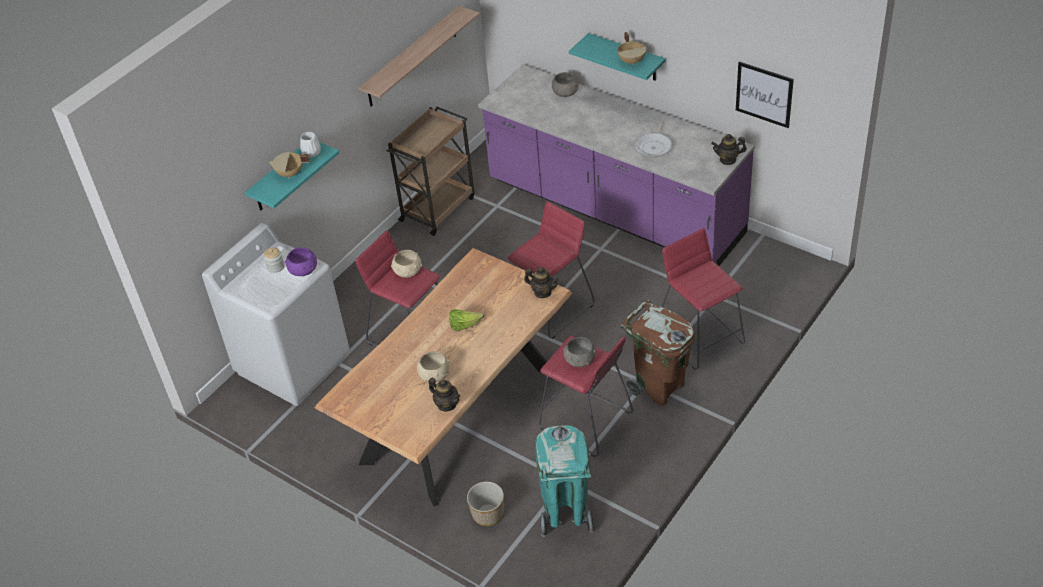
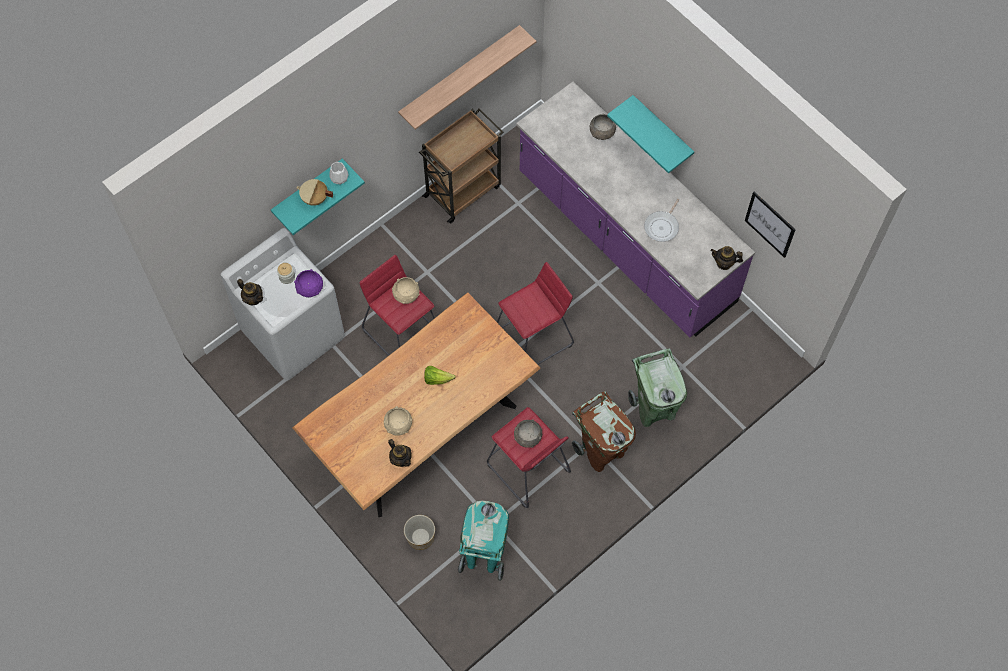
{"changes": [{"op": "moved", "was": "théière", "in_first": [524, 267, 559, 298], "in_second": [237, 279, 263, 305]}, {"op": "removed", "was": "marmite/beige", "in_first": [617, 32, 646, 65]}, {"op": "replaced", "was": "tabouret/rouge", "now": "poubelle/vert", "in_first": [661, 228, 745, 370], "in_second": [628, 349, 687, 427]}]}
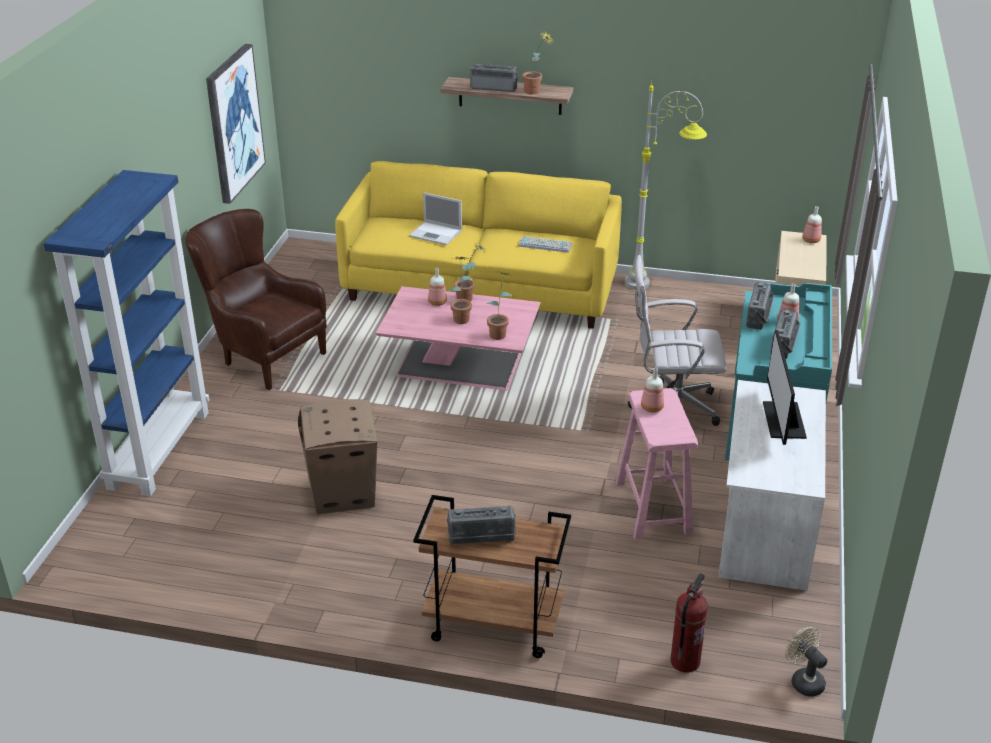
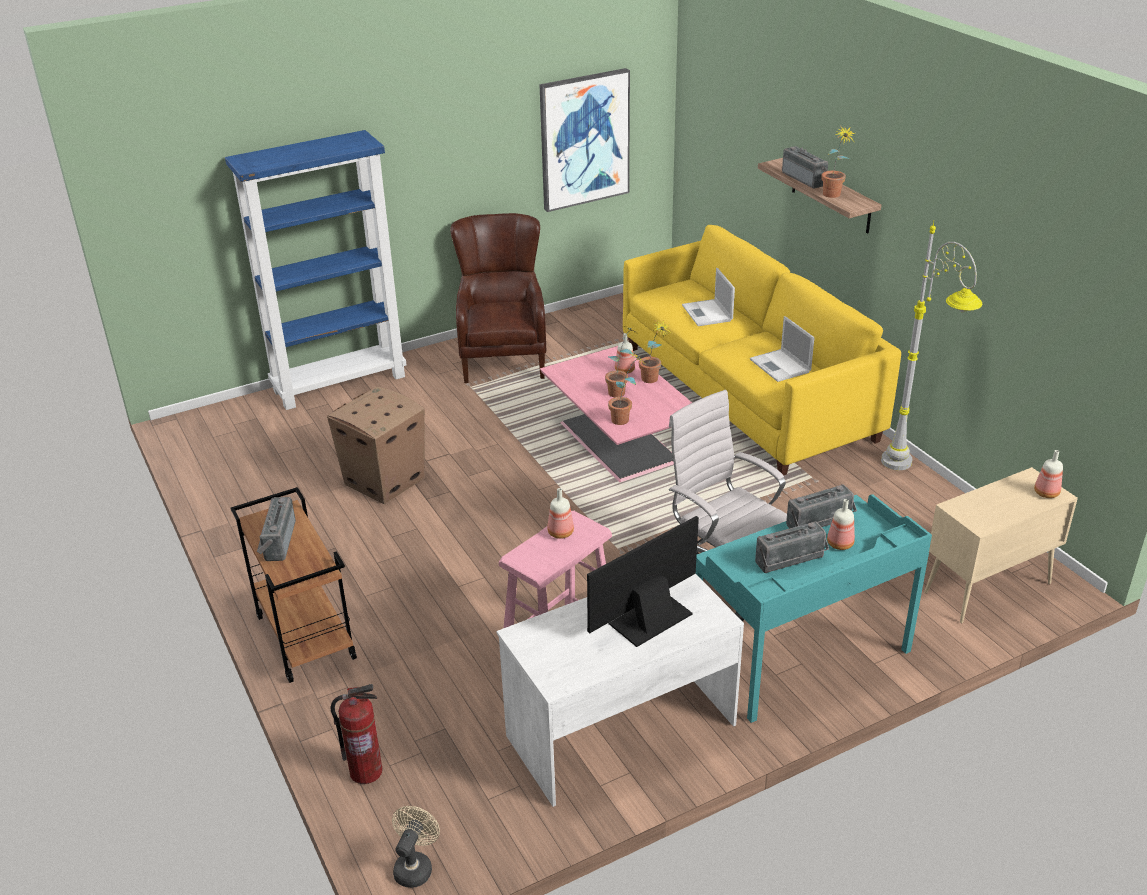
{"changes": [{"op": "turned", "was": "radio", "in_first": [447, 505, 516, 545], "in_second": [257, 497, 296, 561], "clockwise": 45}, {"op": "replaced", "was": "clavier", "now": "ordinateur portable", "in_first": [518, 236, 572, 253], "in_second": [750, 316, 815, 382]}]}
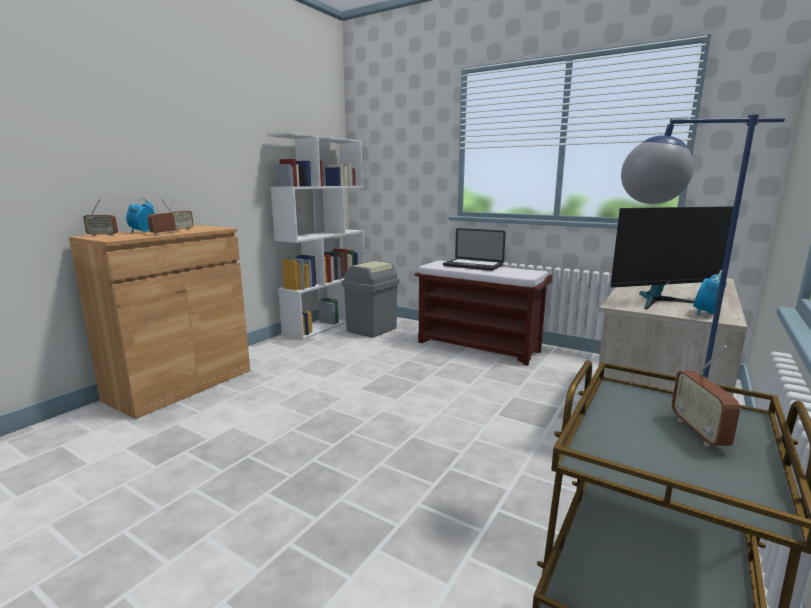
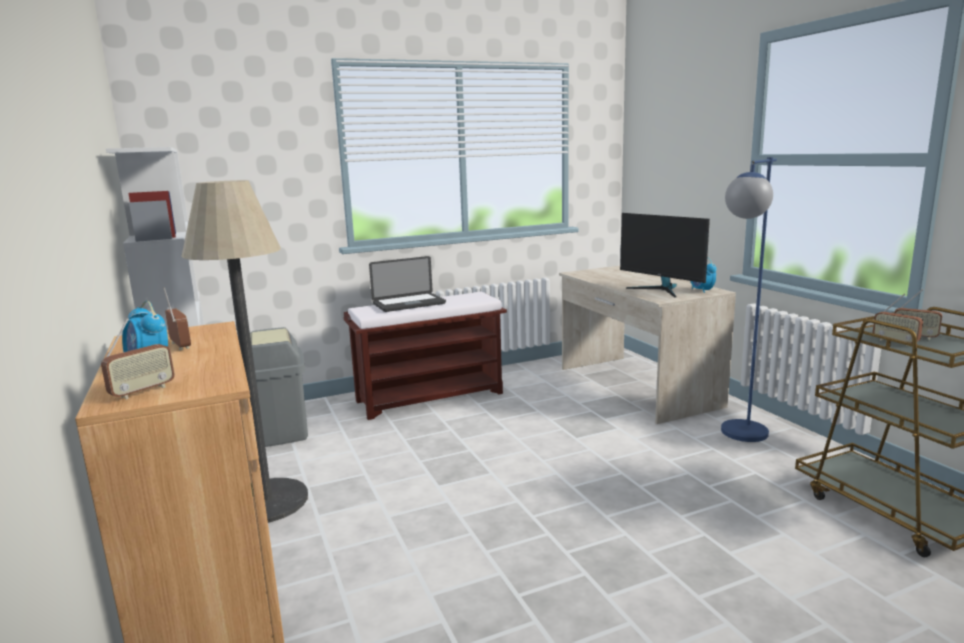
{"changes": [{"op": "moved", "was": "radio", "in_first": [148, 198, 176, 235], "in_second": [873, 293, 923, 346]}, {"op": "turned", "was": "écran d'ordinateur", "in_first": [610, 206, 734, 310], "in_second": [620, 213, 710, 298], "clockwise": 120}, {"op": "added", "now": "lampadaire", "in_second": [181, 180, 308, 523]}]}
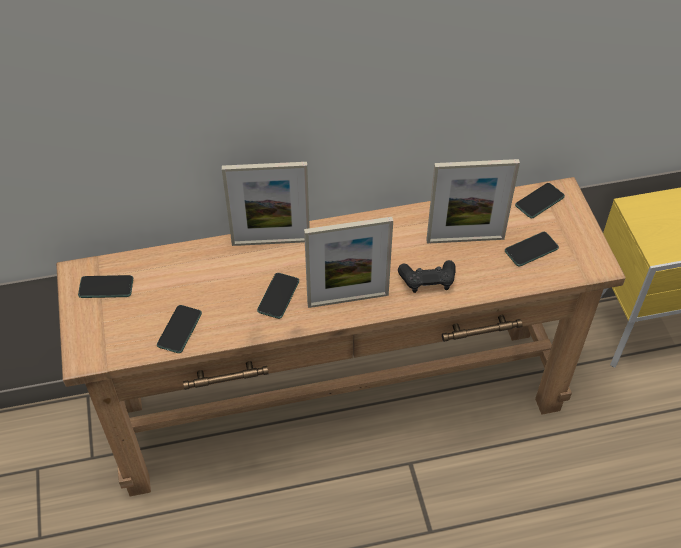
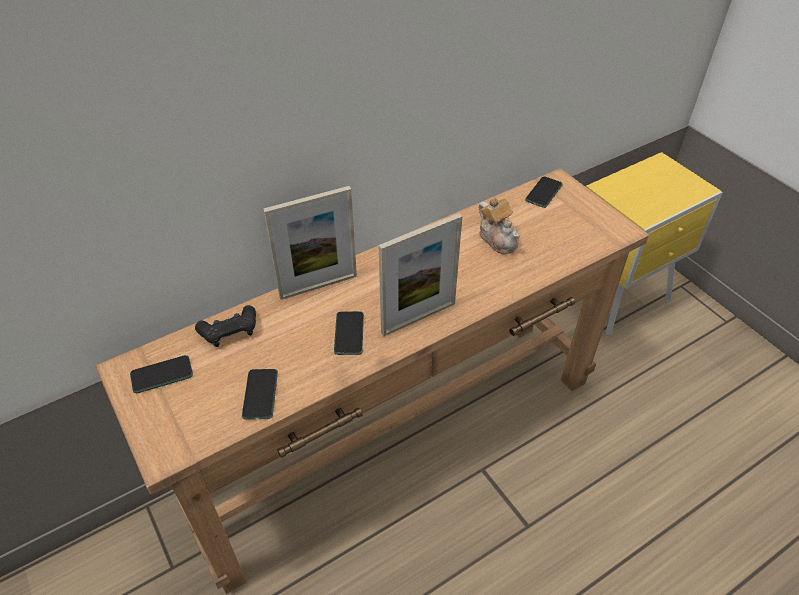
{"changes": [{"op": "moved", "was": "manette/noir", "in_first": [398, 260, 456, 293], "in_second": [195, 305, 256, 347]}, {"op": "replaced", "was": "cadre photo", "now": "théière", "in_first": [426, 159, 520, 243], "in_second": [479, 197, 521, 254]}, {"op": "removed", "was": "téléphone", "in_first": [505, 232, 559, 267]}]}
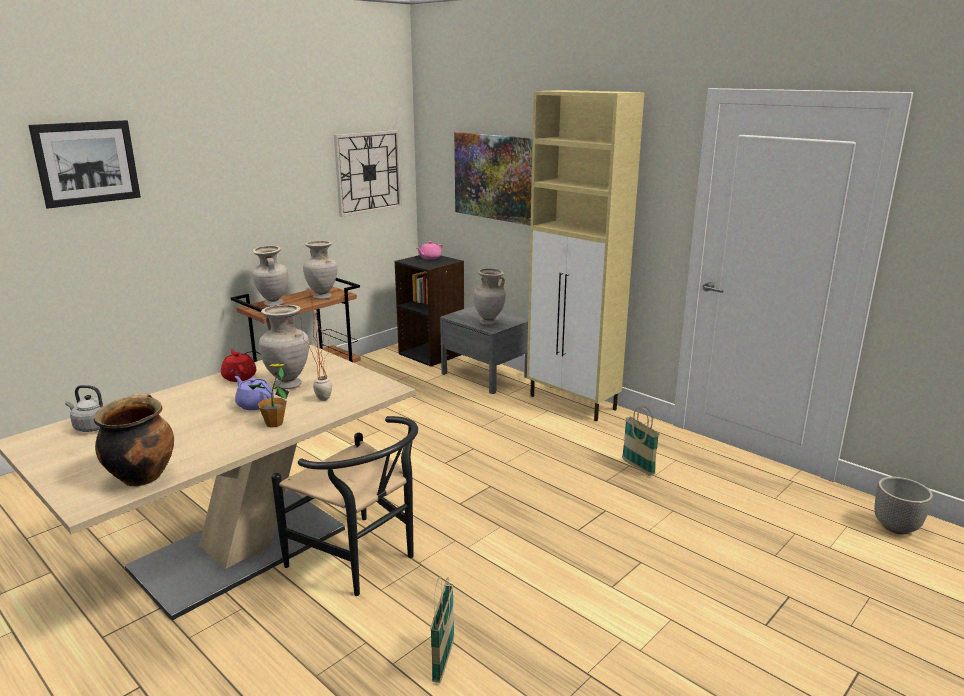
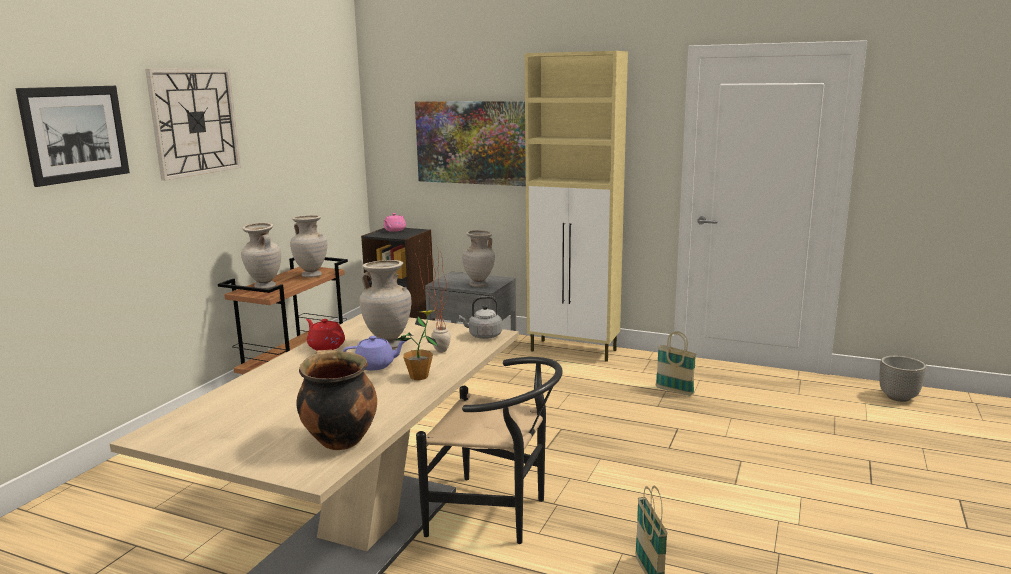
{"changes": [{"op": "moved", "was": "bouilloire/gris", "in_first": [65, 385, 108, 432], "in_second": [459, 296, 502, 339]}, {"op": "turned", "was": "théière/violet", "in_first": [235, 376, 274, 410], "in_second": [343, 336, 406, 371], "clockwise": 150}, {"op": "moved", "was": "horloge murale", "in_first": [334, 130, 402, 217], "in_second": [145, 69, 241, 181]}]}
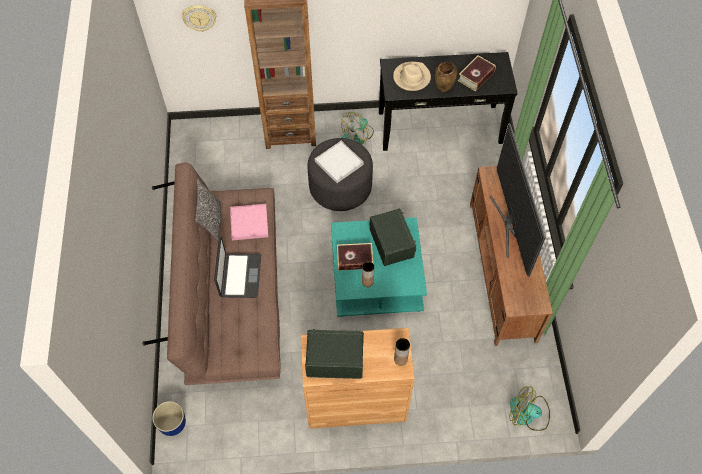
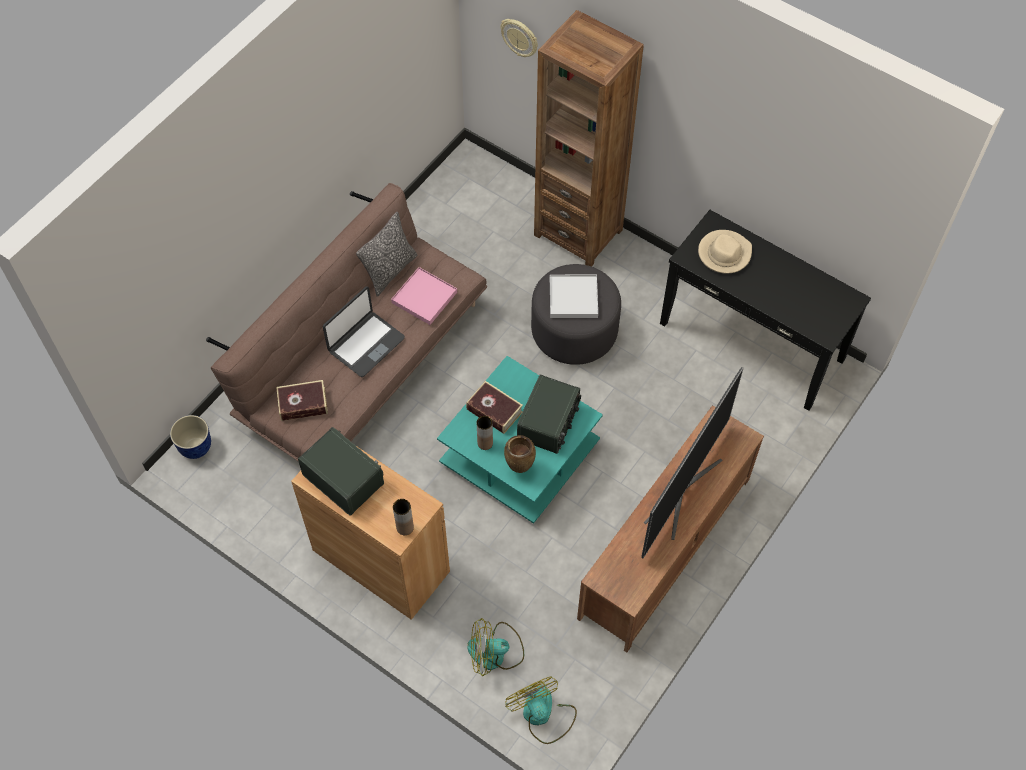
{"changes": [{"op": "moved", "was": "ventilateur", "in_first": [341, 112, 374, 145], "in_second": [467, 618, 524, 676]}, {"op": "moved", "was": "vase/marron", "in_first": [435, 62, 457, 92], "in_second": [504, 435, 536, 473]}, {"op": "moved", "was": "livre", "in_first": [458, 55, 496, 92], "in_second": [276, 380, 328, 421]}]}
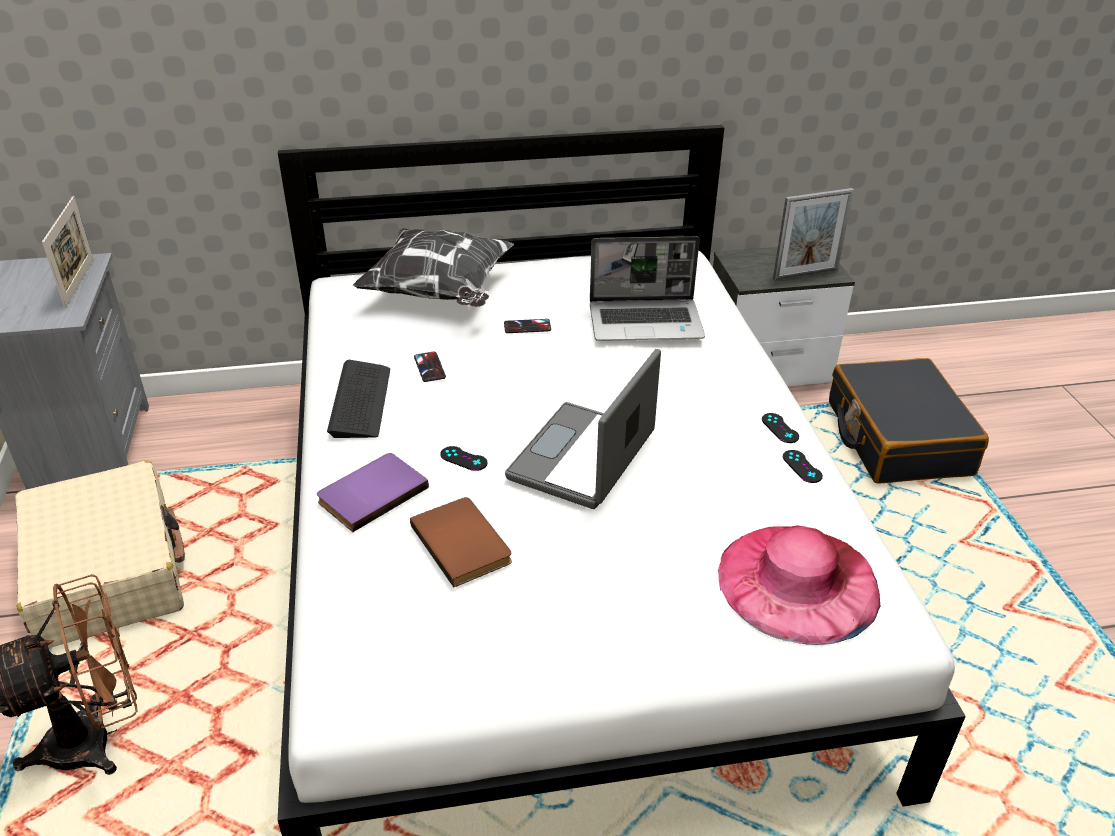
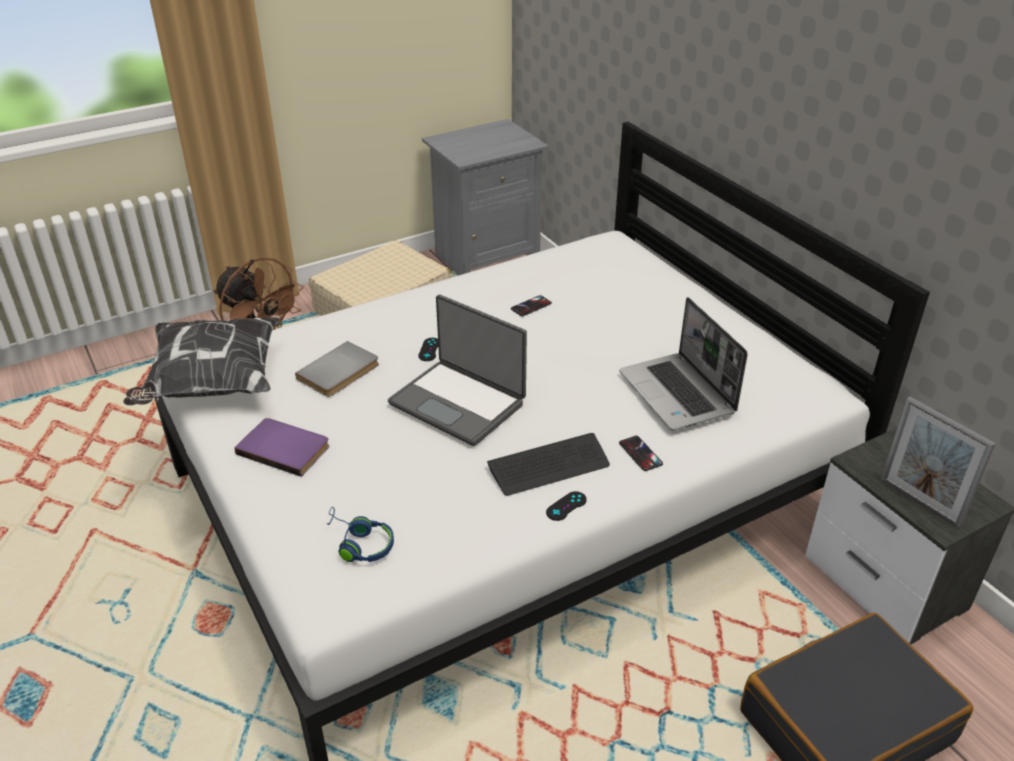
{"changes": [{"op": "removed", "was": "cadre photo", "in_first": [42, 196, 94, 308]}, {"op": "moved", "was": "livre/violet", "in_first": [317, 453, 429, 532], "in_second": [234, 418, 329, 477]}, {"op": "moved", "was": "clavier", "in_first": [327, 360, 390, 438], "in_second": [487, 433, 610, 496]}, {"op": "moved", "was": "coussin", "in_first": [352, 228, 514, 307], "in_second": [123, 317, 280, 406]}, {"op": "recoloured", "was": "livre/marron", "now": "livre/gris", "in_first": [410, 497, 512, 587], "in_second": [295, 341, 379, 397]}, {"op": "moved", "was": "téléphone", "in_first": [504, 319, 551, 333], "in_second": [619, 436, 663, 471]}, {"op": "turned", "was": "ordinateur portable", "in_first": [505, 349, 661, 509], "in_second": [388, 295, 527, 446], "clockwise": -150}, {"op": "replaced", "was": "chapeau/rose", "now": "casque audio/bleu", "in_first": [718, 525, 881, 645], "in_second": [327, 507, 394, 562]}, {"op": "removed", "was": "manette/noir", "in_first": [783, 450, 823, 483]}]}
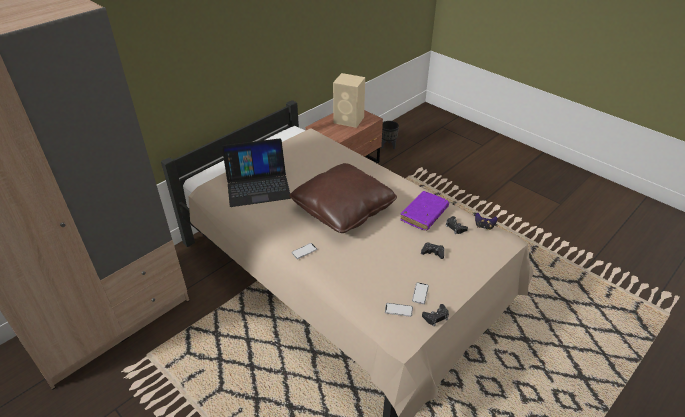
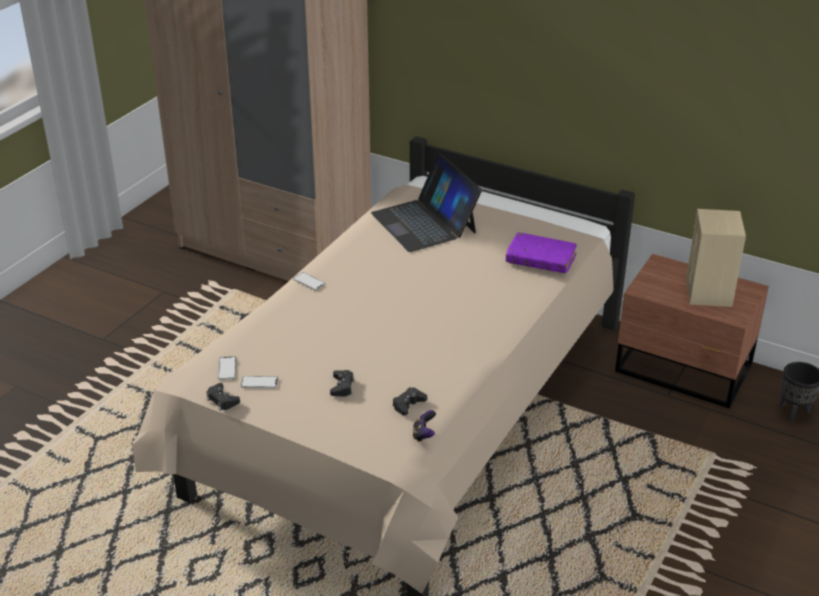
{"changes": [{"op": "removed", "was": "coussin/marron", "in_first": [289, 163, 397, 233]}, {"op": "moved", "was": "livre/violet", "in_first": [400, 191, 449, 231], "in_second": [506, 232, 577, 273]}]}
